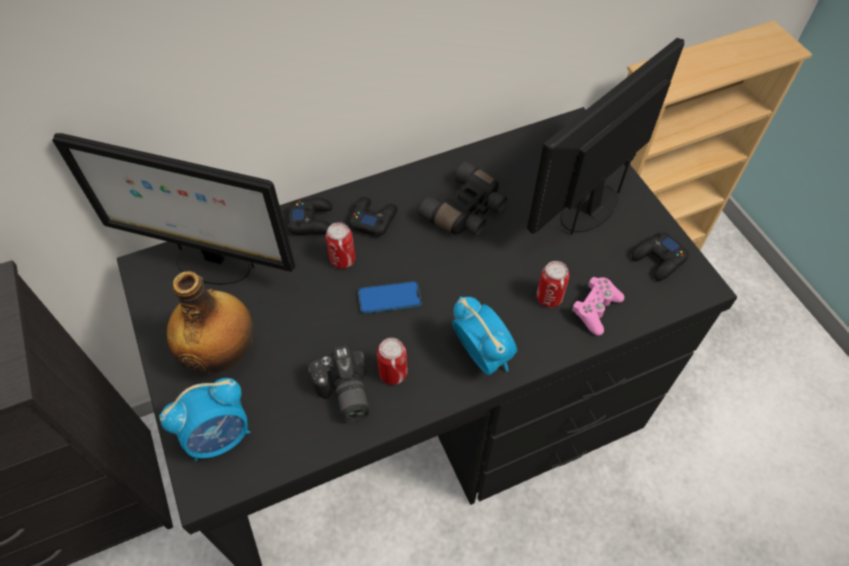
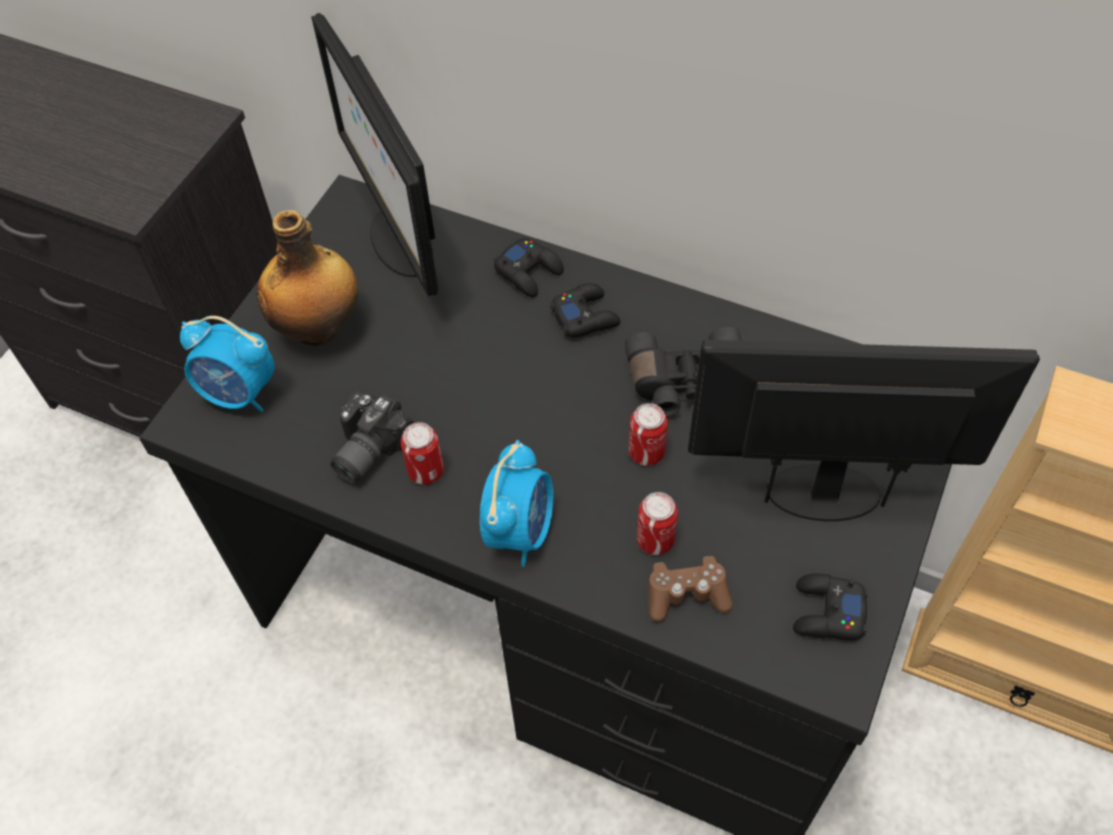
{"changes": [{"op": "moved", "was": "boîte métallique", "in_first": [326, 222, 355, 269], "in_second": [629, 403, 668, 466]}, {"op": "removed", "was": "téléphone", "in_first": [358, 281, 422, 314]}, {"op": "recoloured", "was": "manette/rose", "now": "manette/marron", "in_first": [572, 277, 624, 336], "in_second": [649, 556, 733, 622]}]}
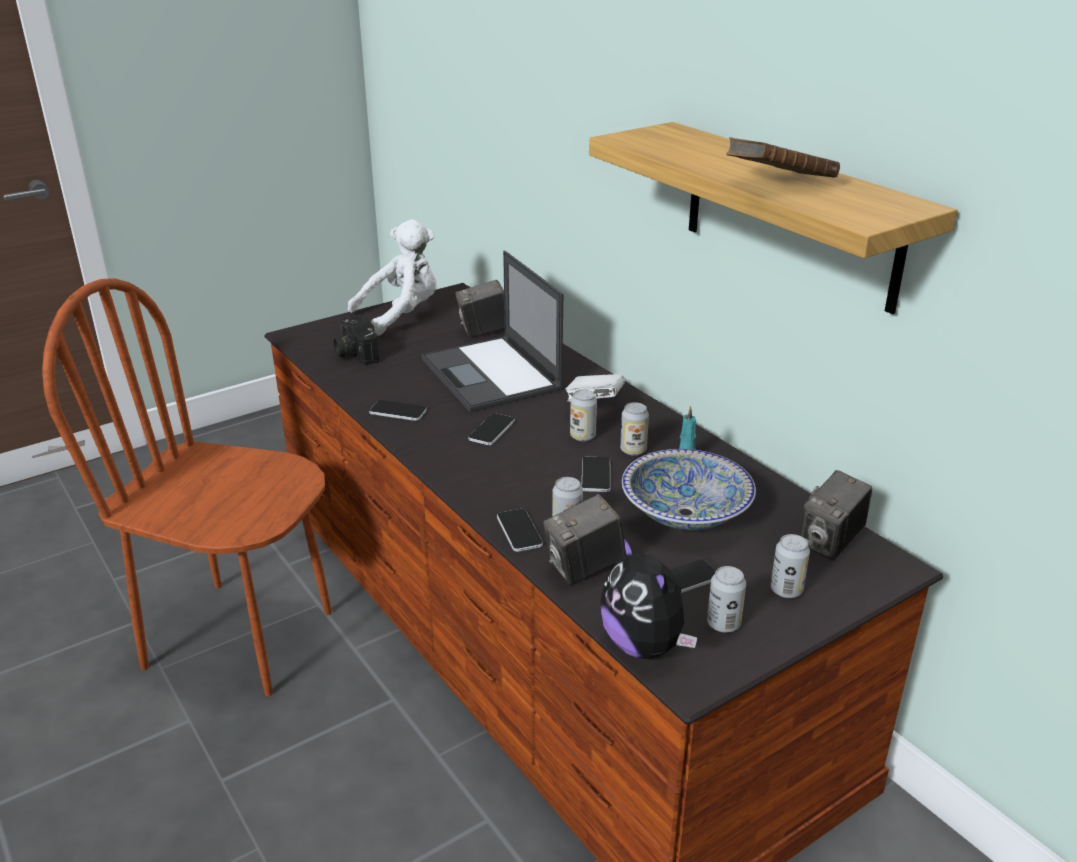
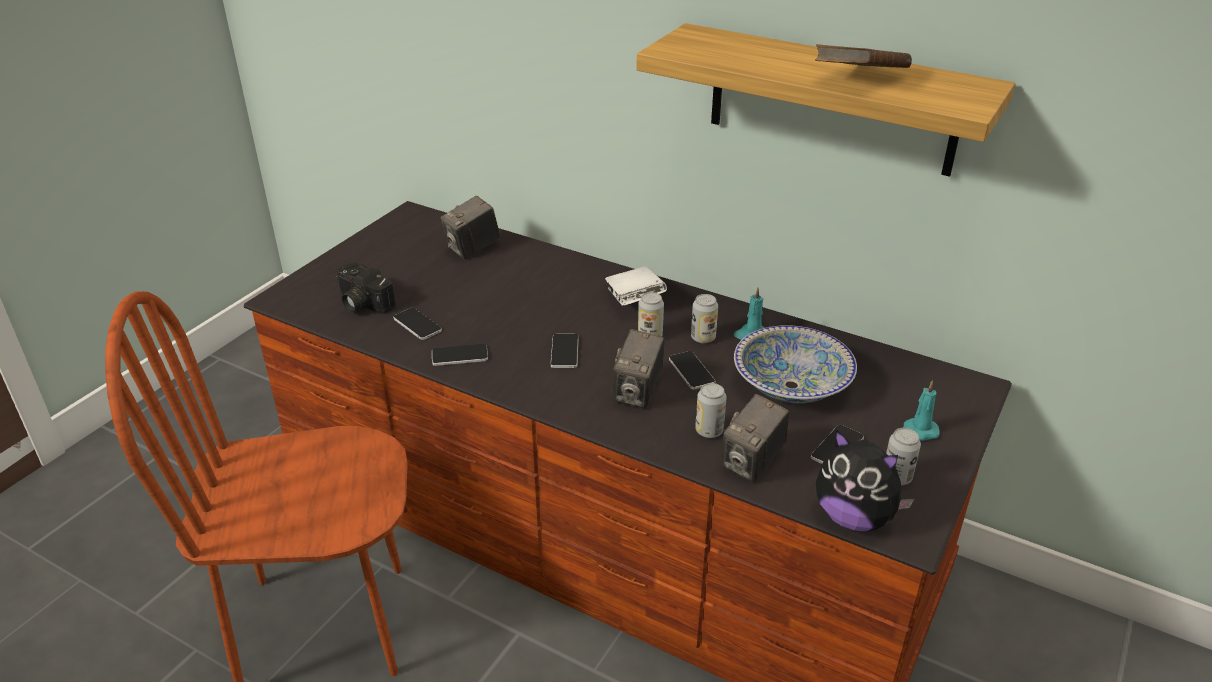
{"changes": [{"op": "removed", "was": "peluche/blanc", "in_first": [348, 220, 437, 336]}, {"op": "removed", "was": "ordinateur portable", "in_first": [421, 251, 564, 412]}, {"op": "moved", "was": "téléphone", "in_first": [497, 509, 543, 552], "in_second": [393, 308, 442, 340]}, {"op": "replaced", "was": "boîte métallique", "now": "bougie/turquoise", "in_first": [771, 534, 810, 598], "in_second": [903, 380, 940, 441]}, {"op": "moved", "was": "appareil photo", "in_first": [799, 470, 872, 561], "in_second": [613, 329, 664, 409]}]}
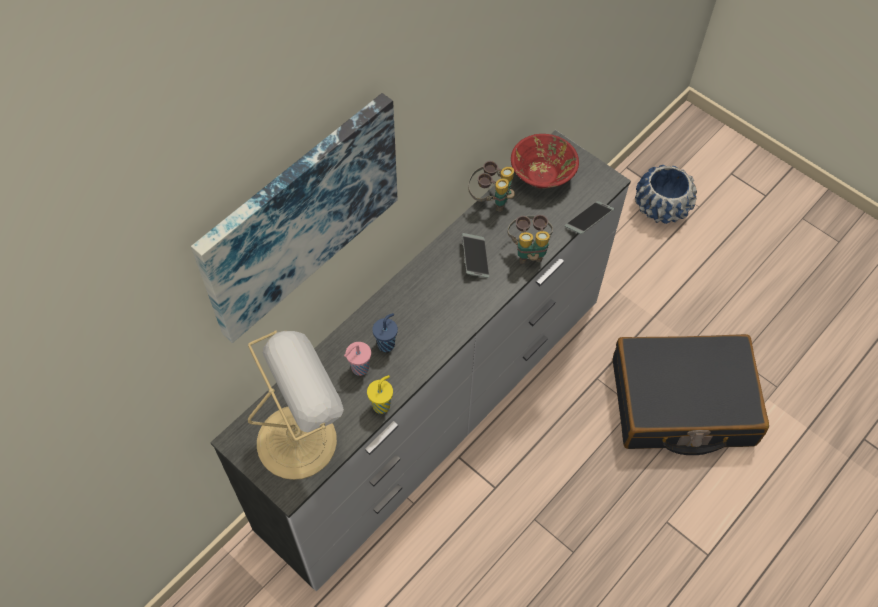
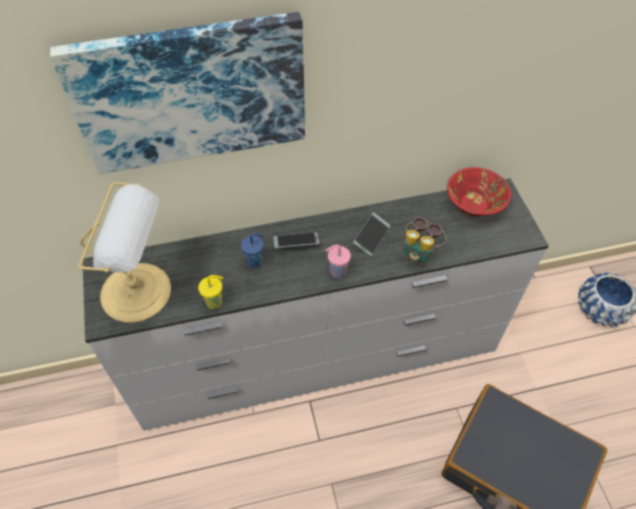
{"changes": [{"op": "moved", "was": "tasse/rose", "in_first": [344, 342, 371, 376], "in_second": [325, 245, 351, 278]}, {"op": "removed", "was": "jumelles", "in_first": [468, 161, 515, 212]}, {"op": "moved", "was": "téléphone", "in_first": [565, 201, 614, 234], "in_second": [274, 232, 319, 248]}]}
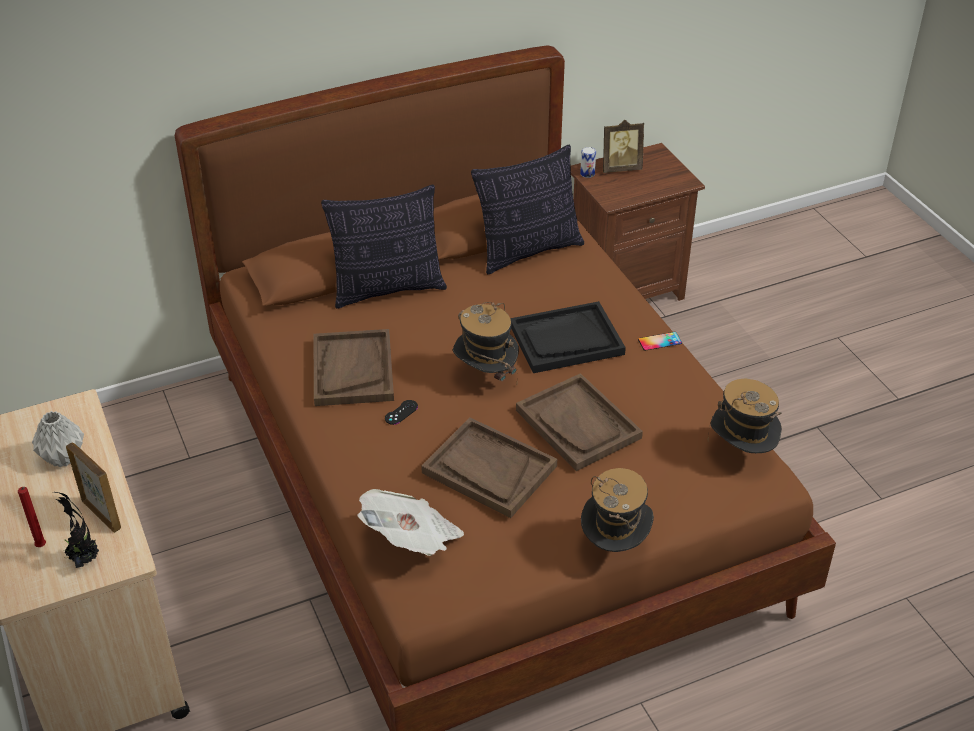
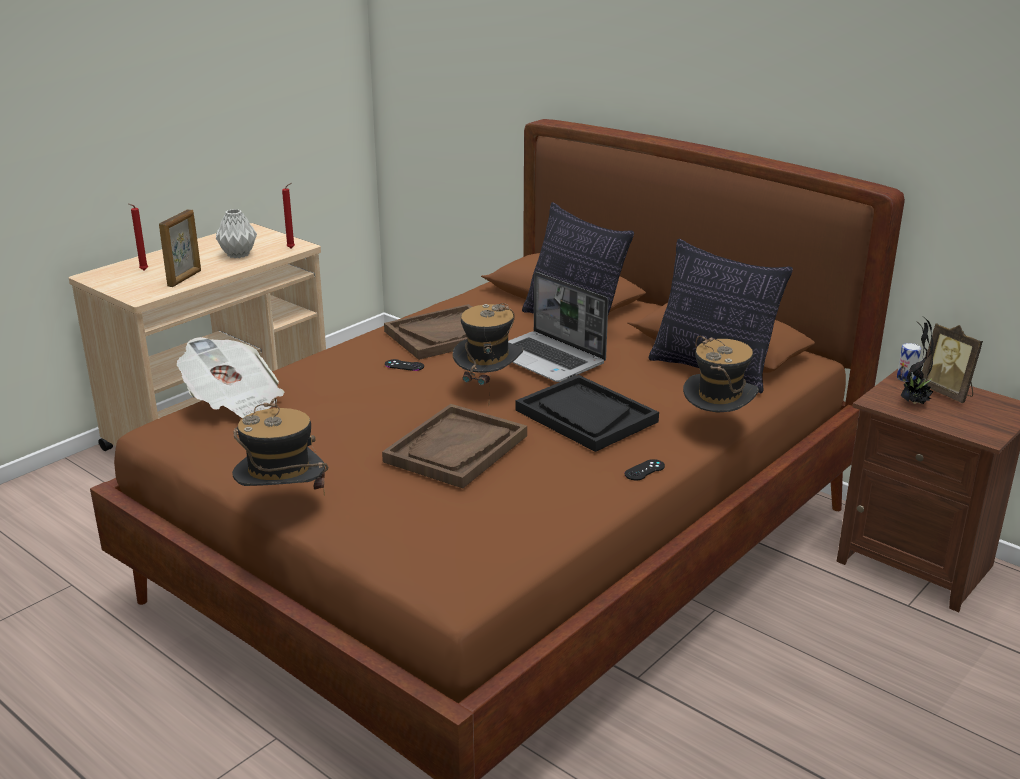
{"changes": [{"op": "moved", "was": "plante en pot", "in_first": [54, 492, 99, 568], "in_second": [900, 318, 934, 404]}, {"op": "removed", "was": "plateau/marron", "in_first": [421, 418, 557, 518]}, {"op": "replaced", "was": "téléphone", "now": "manette/noir", "in_first": [638, 332, 682, 351], "in_second": [624, 459, 665, 480]}, {"op": "moved", "was": "chapeau", "in_first": [708, 378, 782, 453], "in_second": [683, 336, 759, 412]}, {"op": "added", "now": "bougie/rouge", "in_second": [282, 183, 295, 248]}, {"op": "added", "now": "ordinateur portable", "in_second": [508, 272, 608, 382]}]}
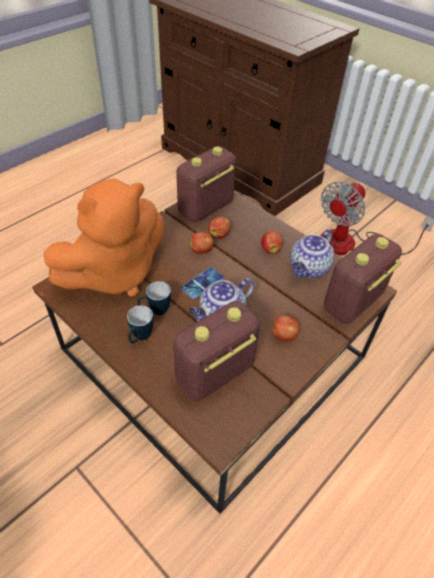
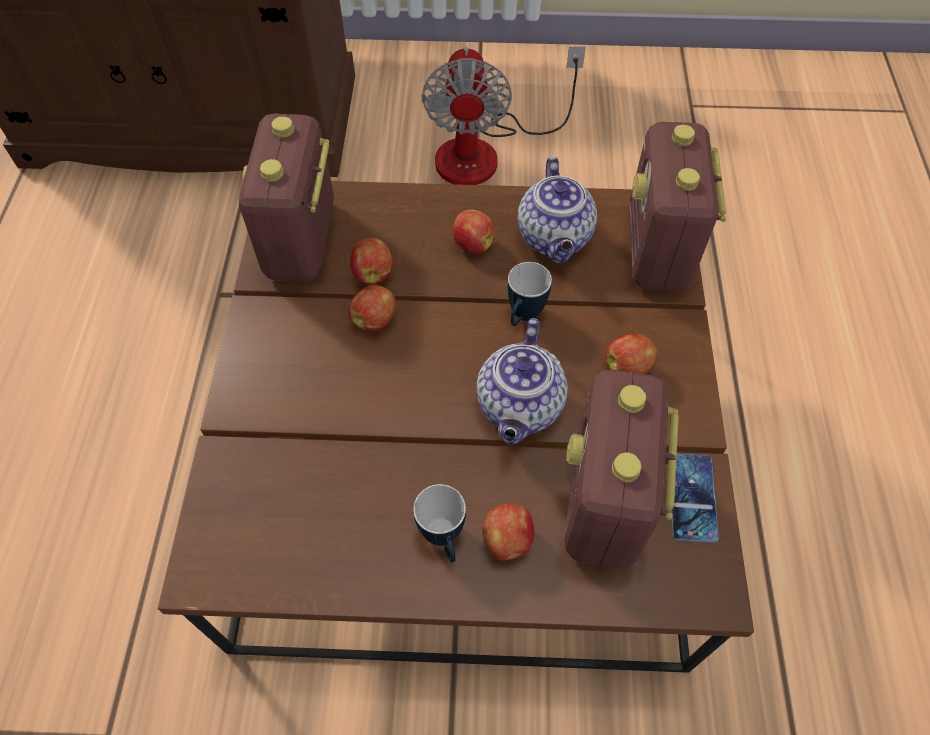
{"changes": [{"op": "removed", "was": "peluche/orange", "in_first": [44, 178, 164, 297]}, {"op": "moved", "was": "mug", "in_first": [137, 281, 171, 315], "in_second": [507, 262, 552, 326]}, {"op": "moved", "was": "téléphone", "in_first": [181, 267, 224, 299], "in_second": [671, 454, 719, 543]}, {"op": "added", "now": "pomme", "in_second": [483, 504, 534, 561]}]}
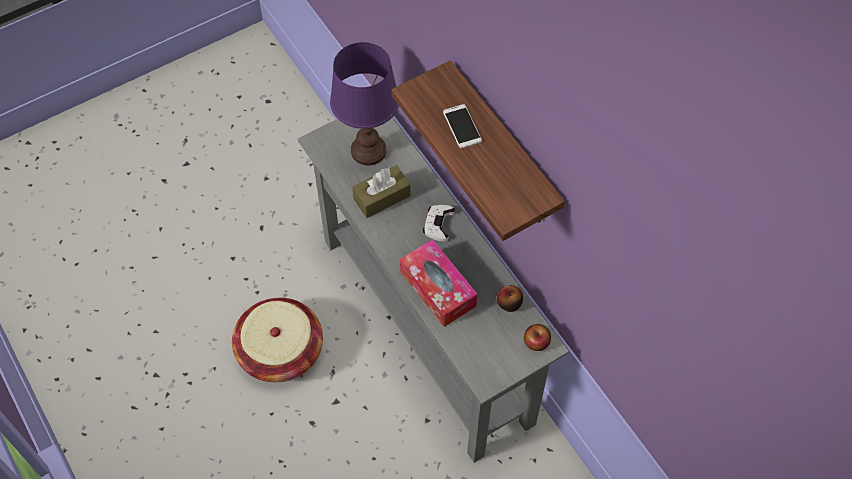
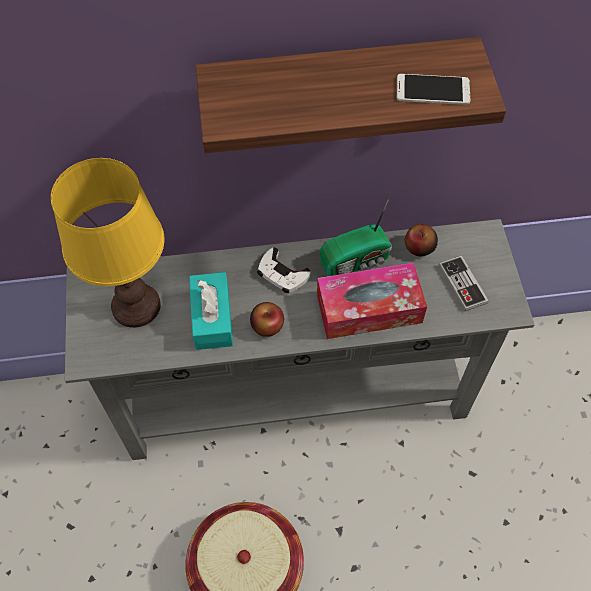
{"changes": [{"op": "recoloured", "was": "lampe de table/violet", "now": "lampe de table/jaune", "in_first": [330, 42, 399, 165], "in_second": [51, 158, 165, 328]}, {"op": "recoloured", "was": "boîte à mouchoirs/marron", "now": "boîte à mouchoirs/turquoise", "in_first": [352, 165, 411, 218], "in_second": [189, 272, 233, 350]}, {"op": "moved", "was": "téléphone", "in_first": [443, 104, 482, 149], "in_second": [396, 74, 470, 105]}, {"op": "moved", "was": "pomme", "in_first": [524, 324, 551, 351], "in_second": [250, 302, 284, 337]}, {"op": "added", "now": "radio", "in_second": [320, 199, 392, 276]}, {"op": "added", "now": "manette", "in_second": [439, 255, 489, 311]}]}
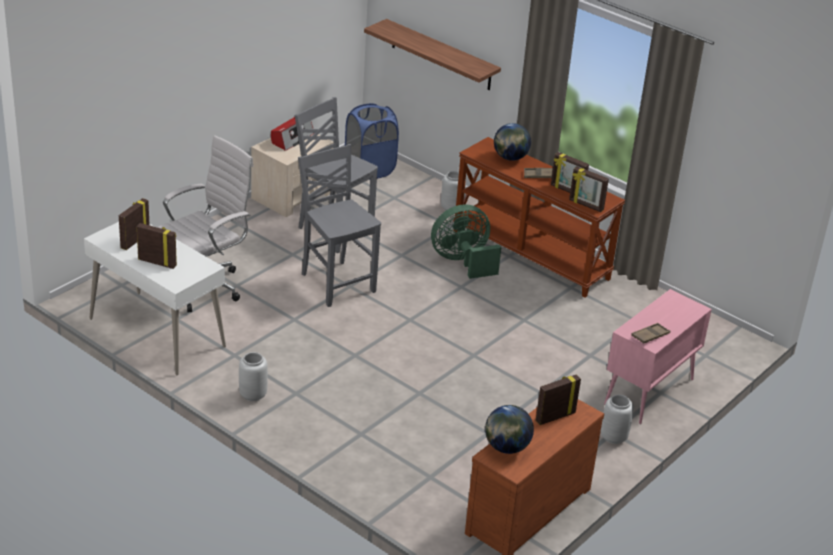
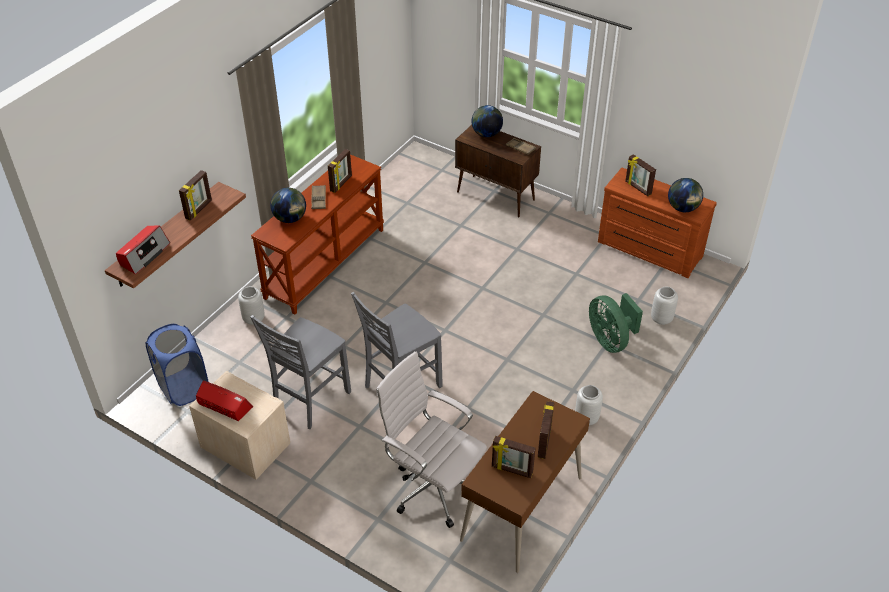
{"changes": [{"op": "recoloured", "was": "bureau/blanc", "now": "bureau/marron", "in_first": [84, 222, 226, 375], "in_second": [460, 391, 590, 573]}, {"op": "moved", "was": "ventilateur/vert", "in_first": [431, 204, 501, 279], "in_second": [589, 293, 643, 353]}, {"op": "moved", "was": "cadre photo", "in_first": [569, 166, 609, 212], "in_second": [179, 170, 212, 221]}, {"op": "moved", "was": "vase/gris", "in_first": [601, 395, 634, 444], "in_second": [651, 287, 678, 325]}, {"op": "recoloured", "was": "meuble de rangement/rose", "now": "meuble de rangement/marron", "in_first": [604, 289, 712, 424], "in_second": [455, 125, 541, 217]}, {"op": "added", "now": "radio", "in_second": [116, 225, 170, 275]}, {"op": "added", "now": "globe", "in_second": [471, 105, 503, 137]}]}
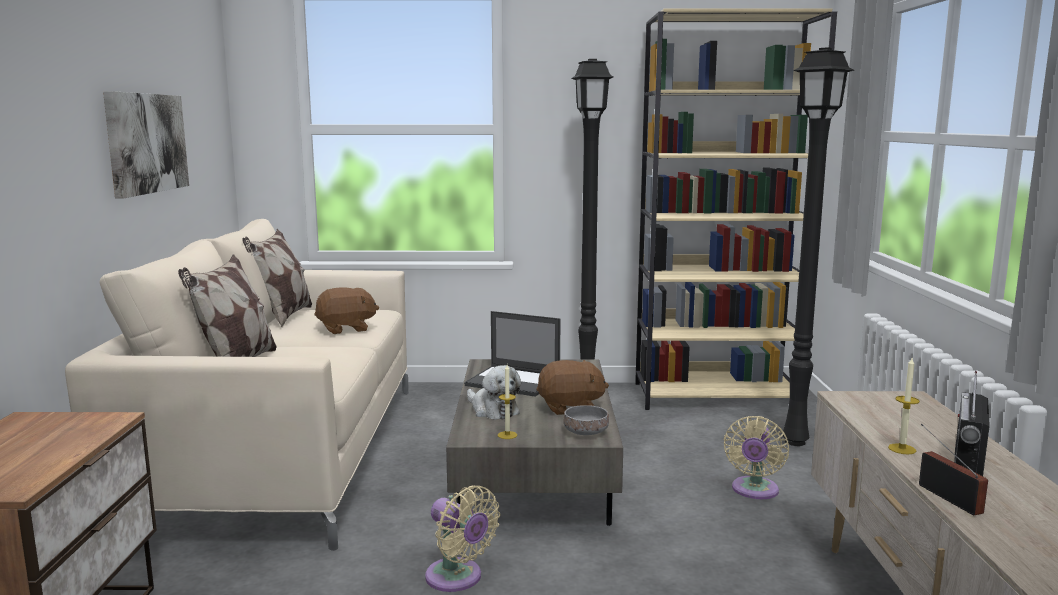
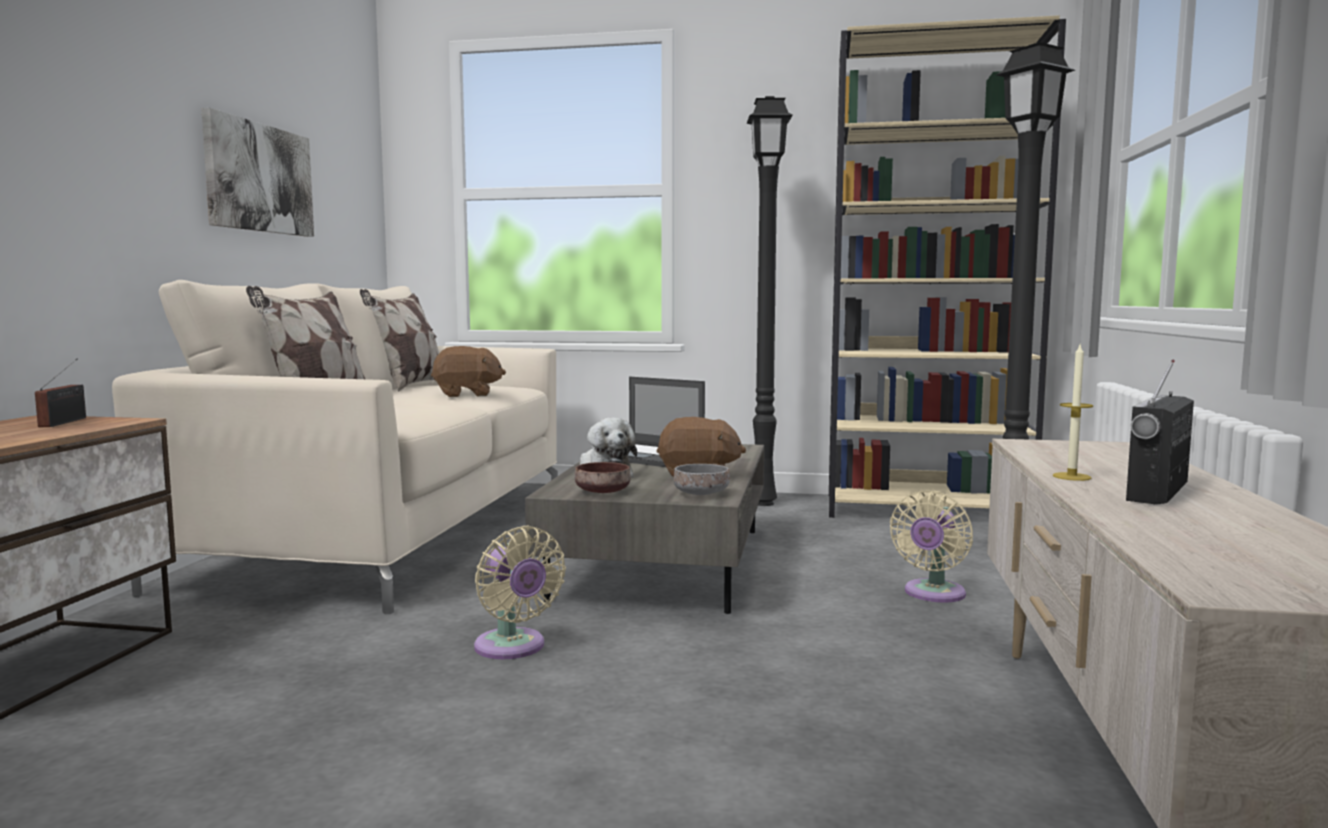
{"changes": [{"op": "replaced", "was": "bougie", "now": "bol/marron", "in_first": [498, 365, 517, 439], "in_second": [575, 462, 631, 493]}, {"op": "moved", "was": "radio", "in_first": [919, 424, 988, 515], "in_second": [35, 359, 86, 427]}]}
